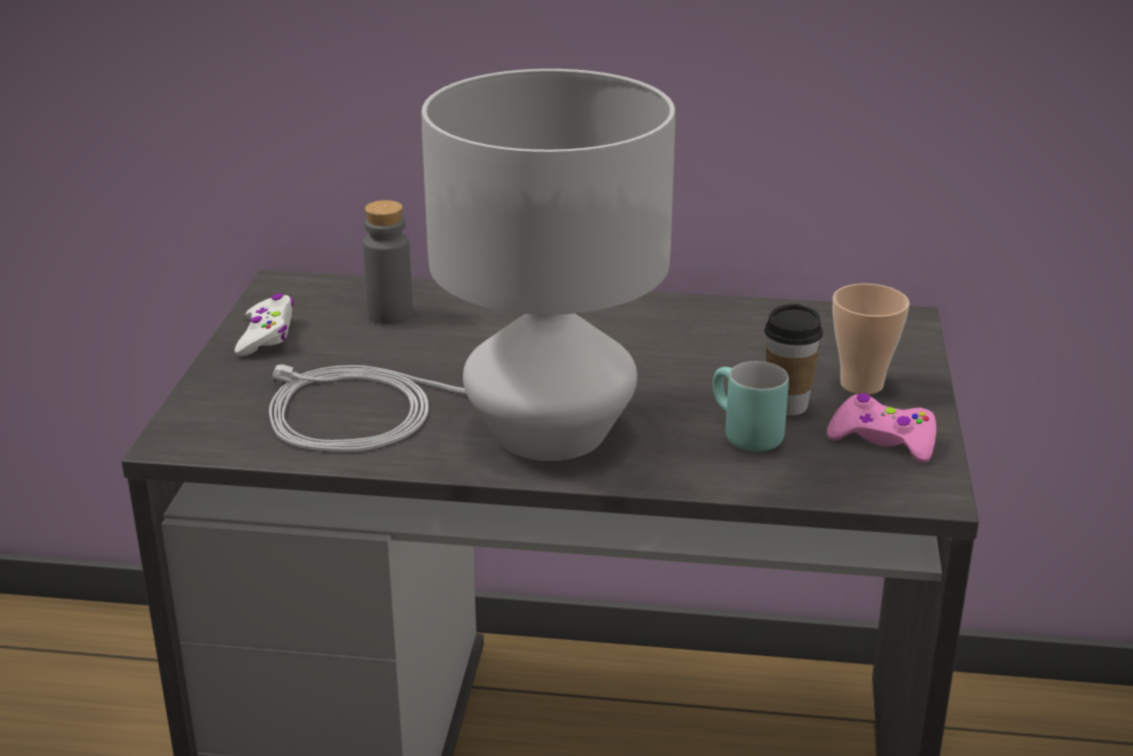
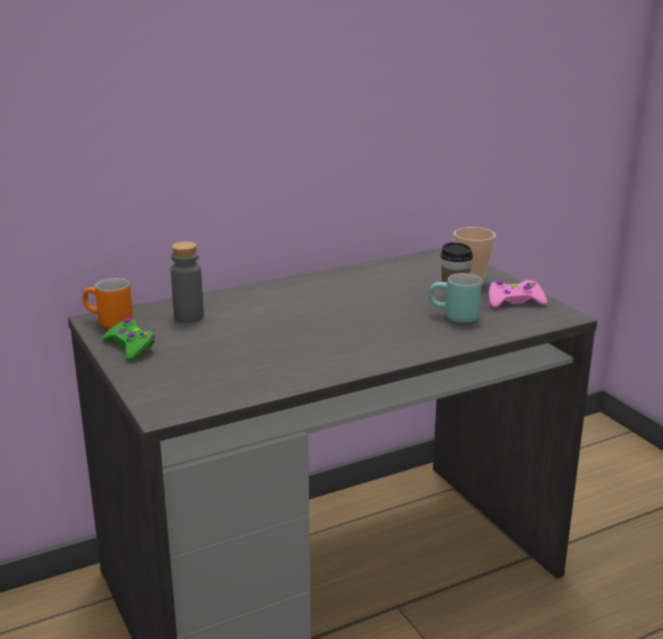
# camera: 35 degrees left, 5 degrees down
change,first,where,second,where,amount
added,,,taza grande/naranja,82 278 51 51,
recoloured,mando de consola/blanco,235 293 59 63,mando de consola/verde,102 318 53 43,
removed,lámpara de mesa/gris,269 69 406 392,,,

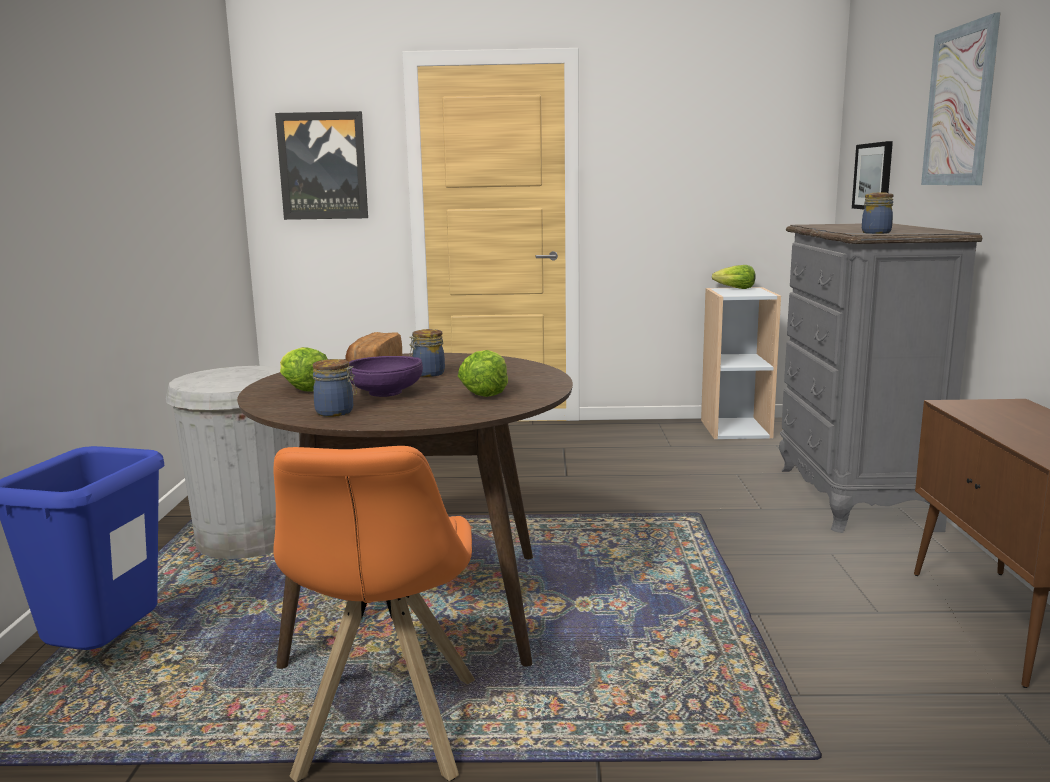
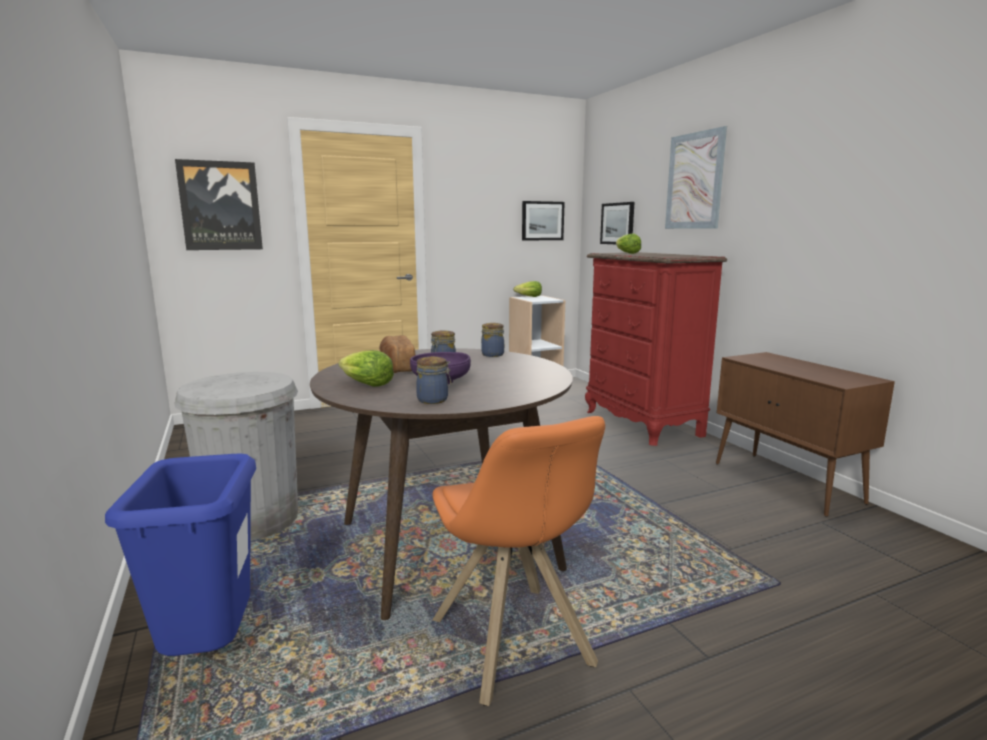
# camera: 25 degrees left, 0 degrees up
change,first,where,second,where,amount
moved,tarro,862 193 32 41,,481 323 23 34,
added,,,cuadro,522 201 43 39,
recoloured,cómoda/gris,779 223 203 310,cómoda/rojo,585 252 142 194,
moved,lechuga,458 350 50 47,,616 234 25 20,

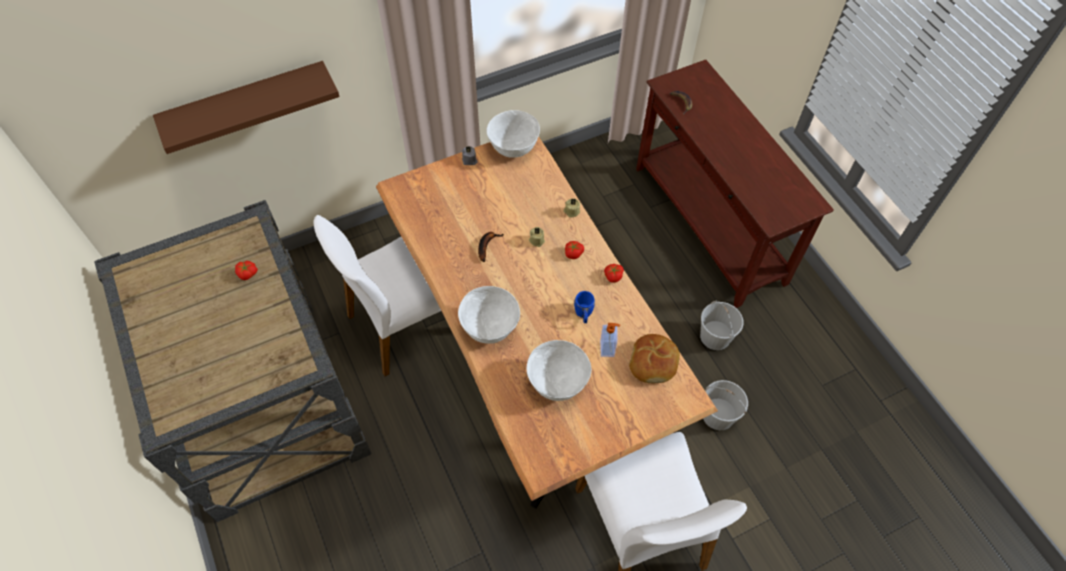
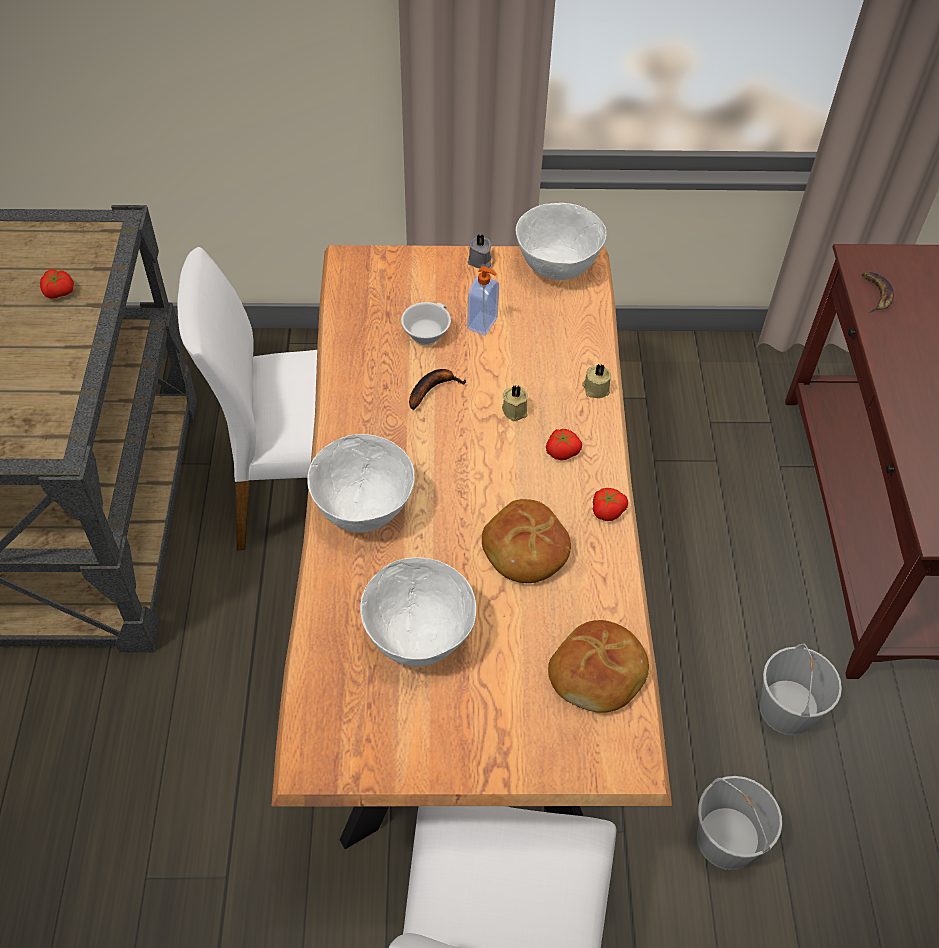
# camera: 25 degrees right, 5 degrees down
change,first,where,second,where,amount
added,,,taza/blanco,401 302 50 43,
moved,dispensador de jabón,600 323 20 34,,467 266 32 70,
replaced,taza grande/azul,574 291 21 32,pan,482 499 89 84,
removed,estante/marrón,153 61 187 93,,,

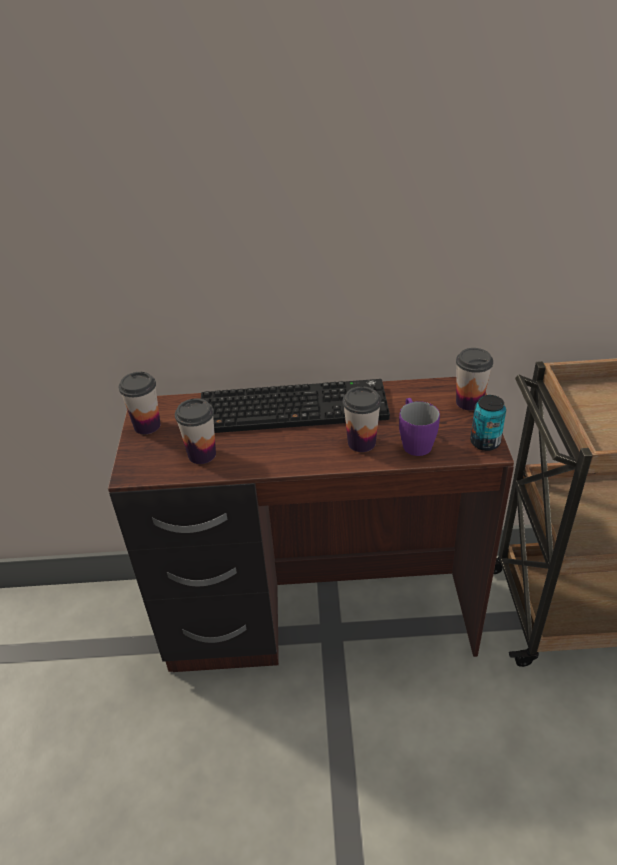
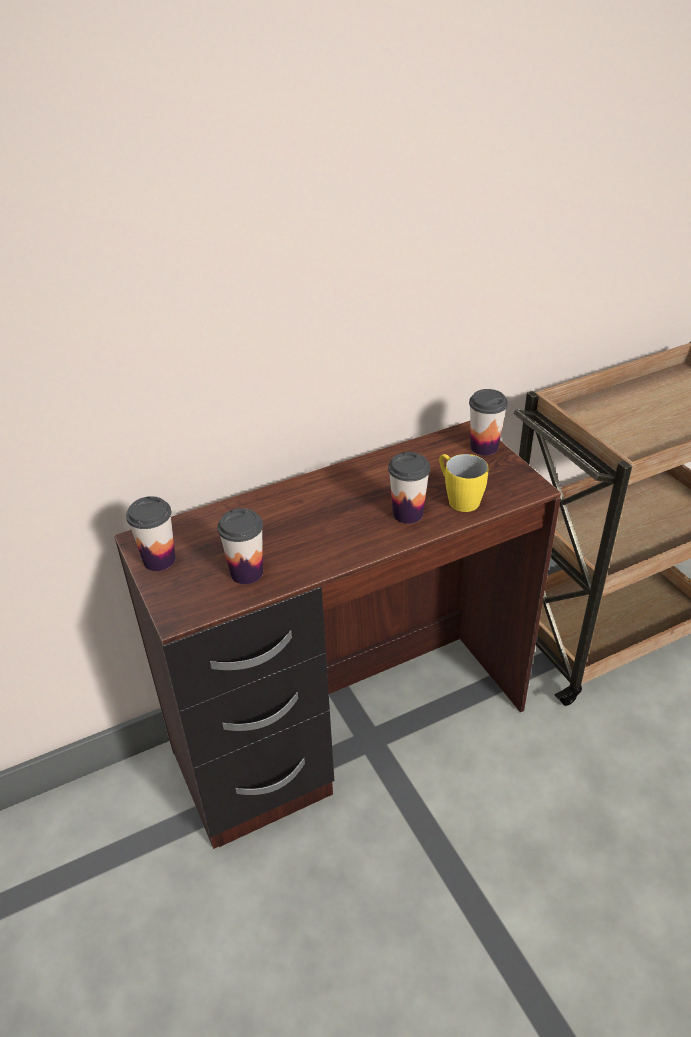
# camera: 25 degrees left, 0 degrees up
change,first,where,second,where,amount
recoloured,taza grande/morado,399 398 41 58,taza grande/amarillo,439 454 49 58,
removed,teclado,201 379 189 54,,,
removed,lata,470 395 36 56,,,

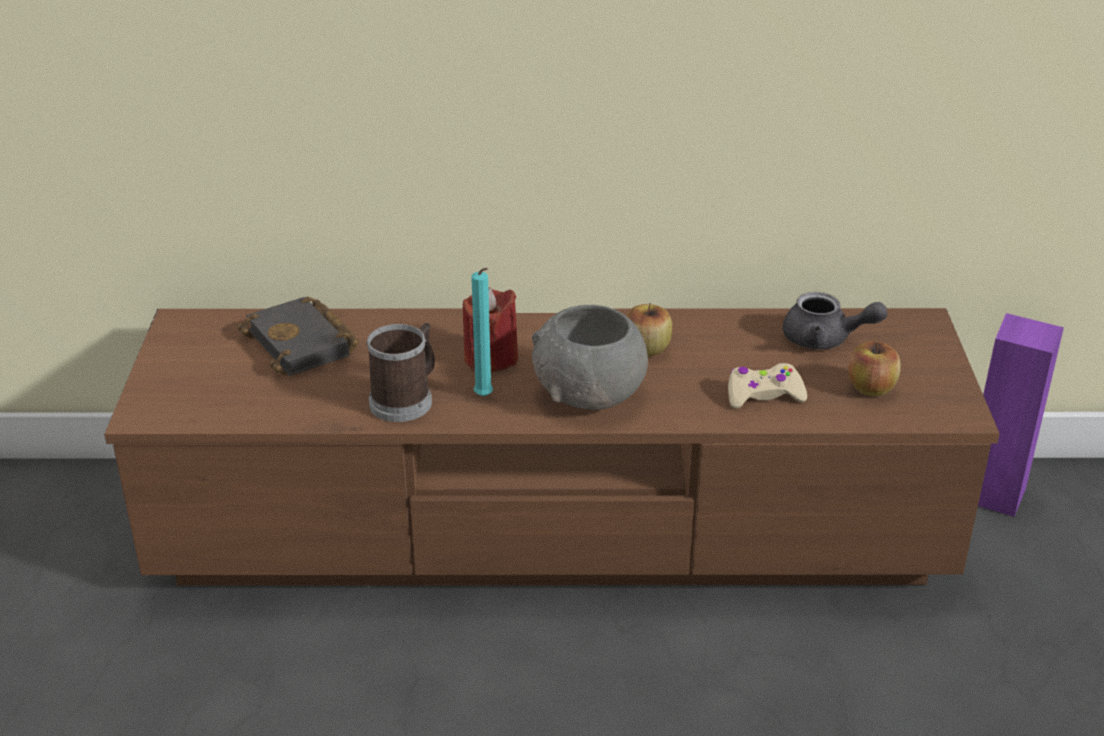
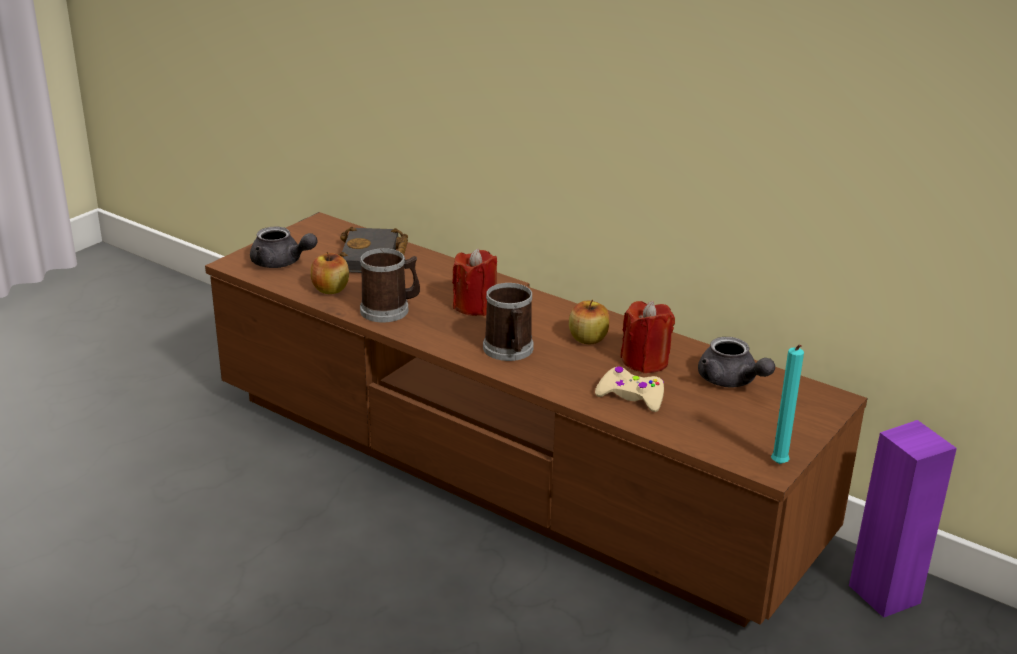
# camera: 35 degrees right, 5 degrees down
change,first,where,second,where,amount
added,,,tetera/gris,250 227 68 41,
moved,manzana,849 341 52 55,,311 252 38 42,
replaced,cuenco/gris,532 305 116 105,taza grande,483 283 51 78,
added,,,vela/rojo,620 301 55 72,
moved,vela/turquesa,471 268 22 128,,771 345 33 119,

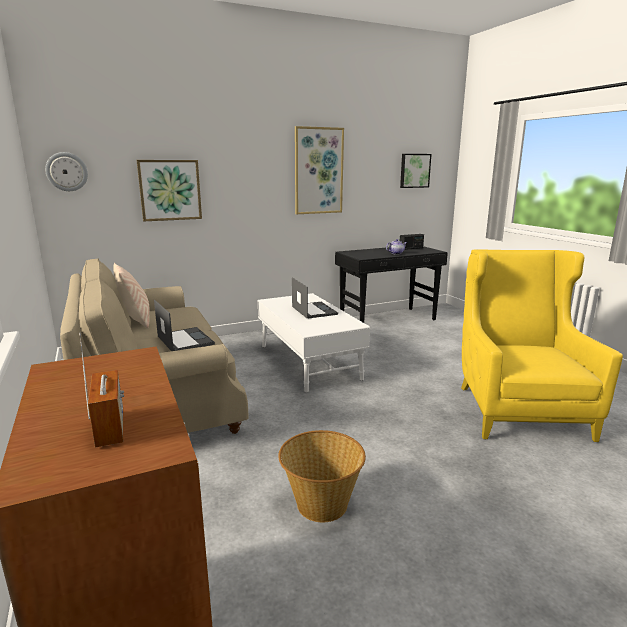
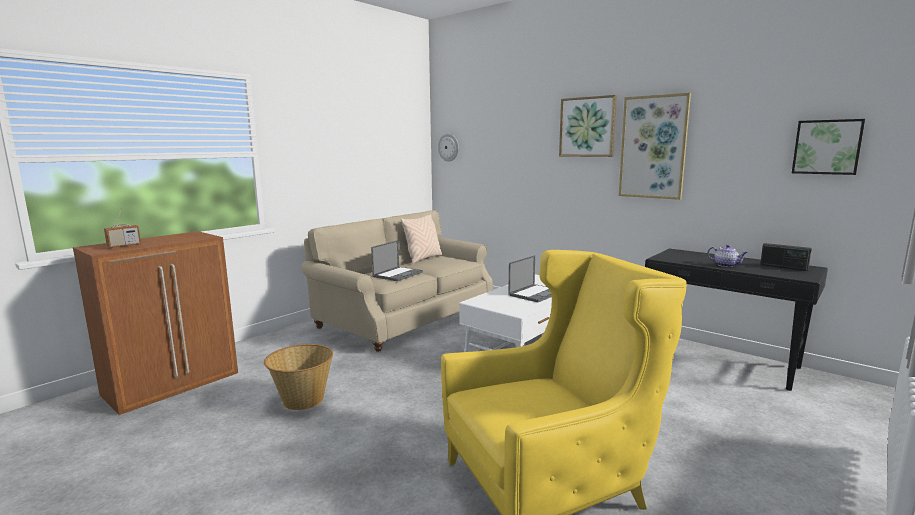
# camera: 65 degrees right, 5 degrees down
change,first,where,second,where,amount
moved,cuadro,136 160 66 61,,559 95 58 62,

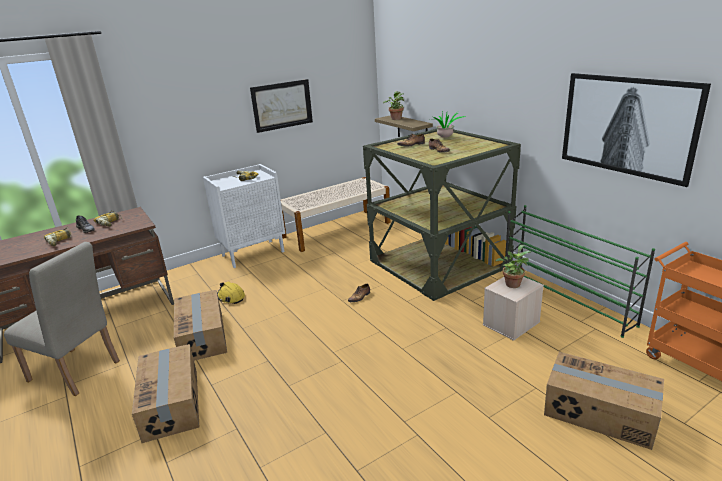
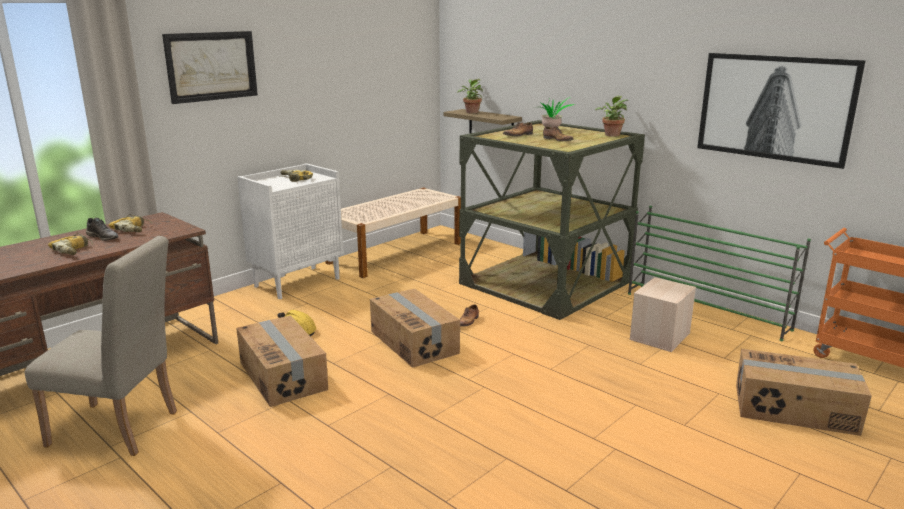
# camera: 15 degrees left, 5 degrees down
change,first,where,second,where,amount
moved,cuadro,250 79 63 54,,162 31 96 73,
moved,caja de cartón,132 344 67 99,,370 289 90 79,
moved,planta en maceta,495 245 36 43,,595 96 33 41,

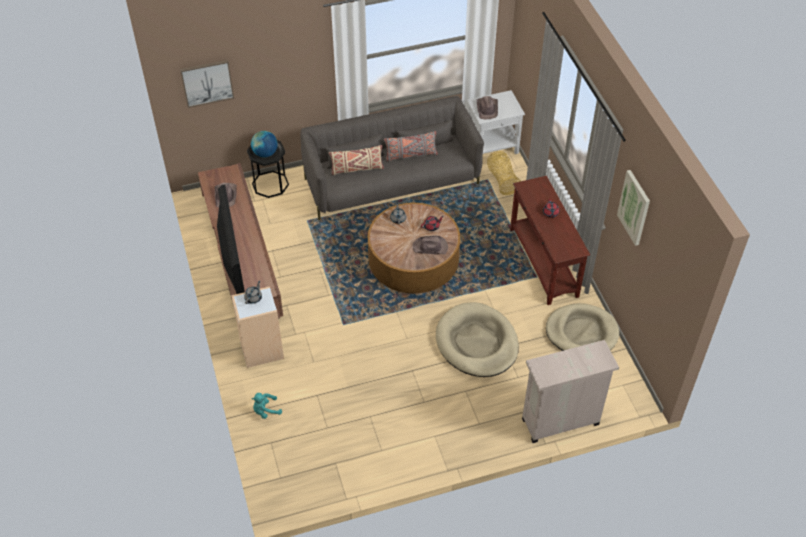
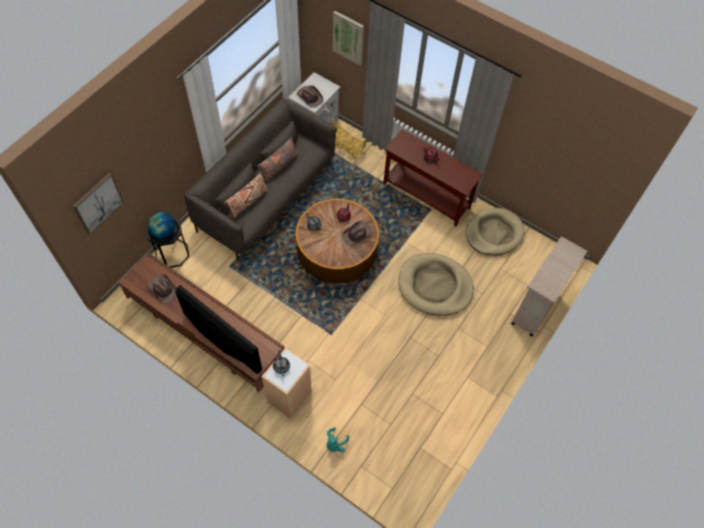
# camera: 40 degrees left, 10 degrees up
change,first,where,second,where,amount
moved,cuadro,617 170 33 76,,333 11 31 55,

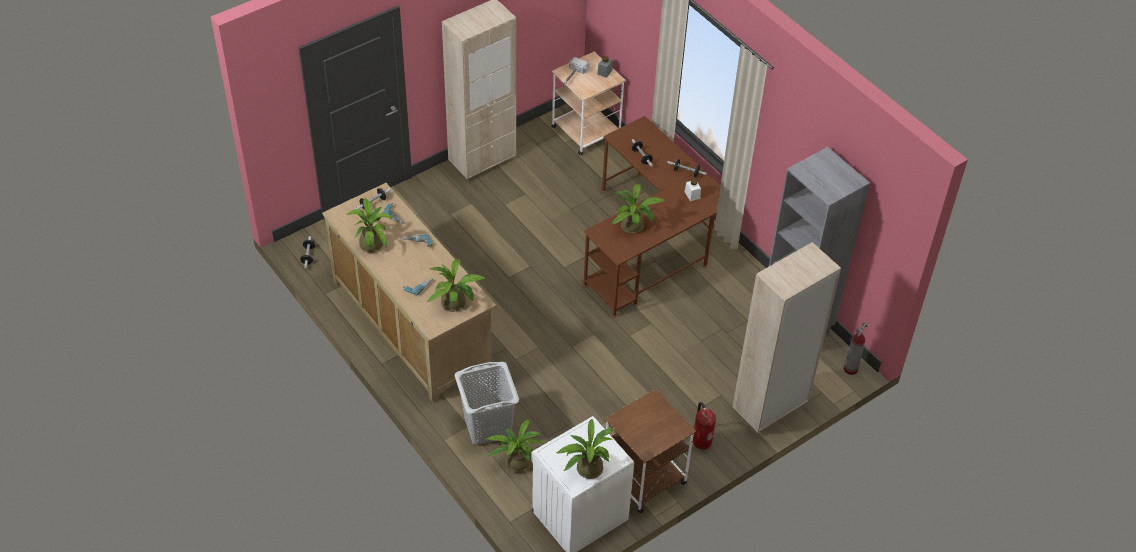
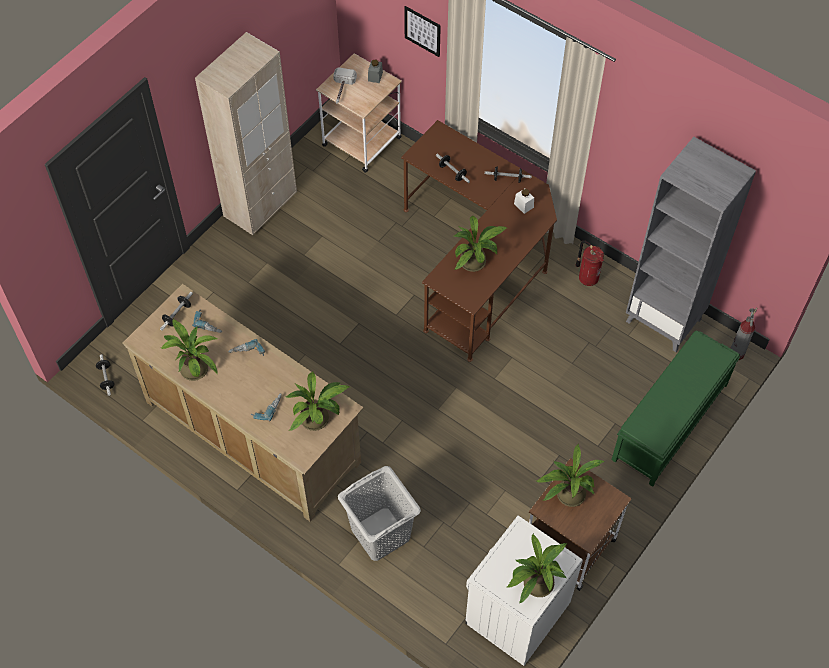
# camera: 15 degrees left, 10 degrees up
change,first,where,second,where,amount
added,,,cuadro,404 6 37 51,
moved,planta en maceta,486 419 59 54,,537 444 67 63,
moved,extintor,693 402 23 47,,575 240 29 46,
replaced,armario/beis,732 242 109 191,banco/verde,611 330 129 157,

